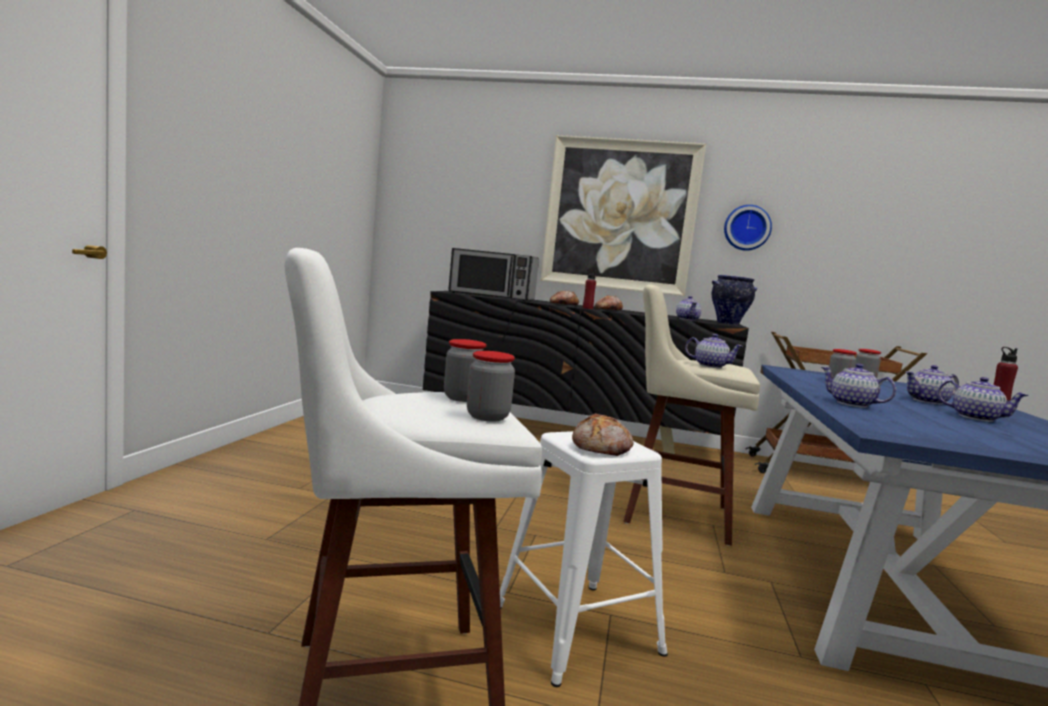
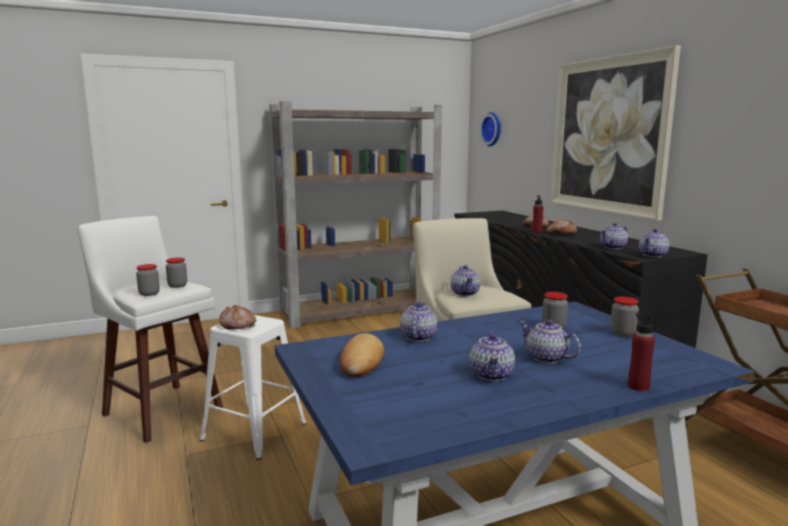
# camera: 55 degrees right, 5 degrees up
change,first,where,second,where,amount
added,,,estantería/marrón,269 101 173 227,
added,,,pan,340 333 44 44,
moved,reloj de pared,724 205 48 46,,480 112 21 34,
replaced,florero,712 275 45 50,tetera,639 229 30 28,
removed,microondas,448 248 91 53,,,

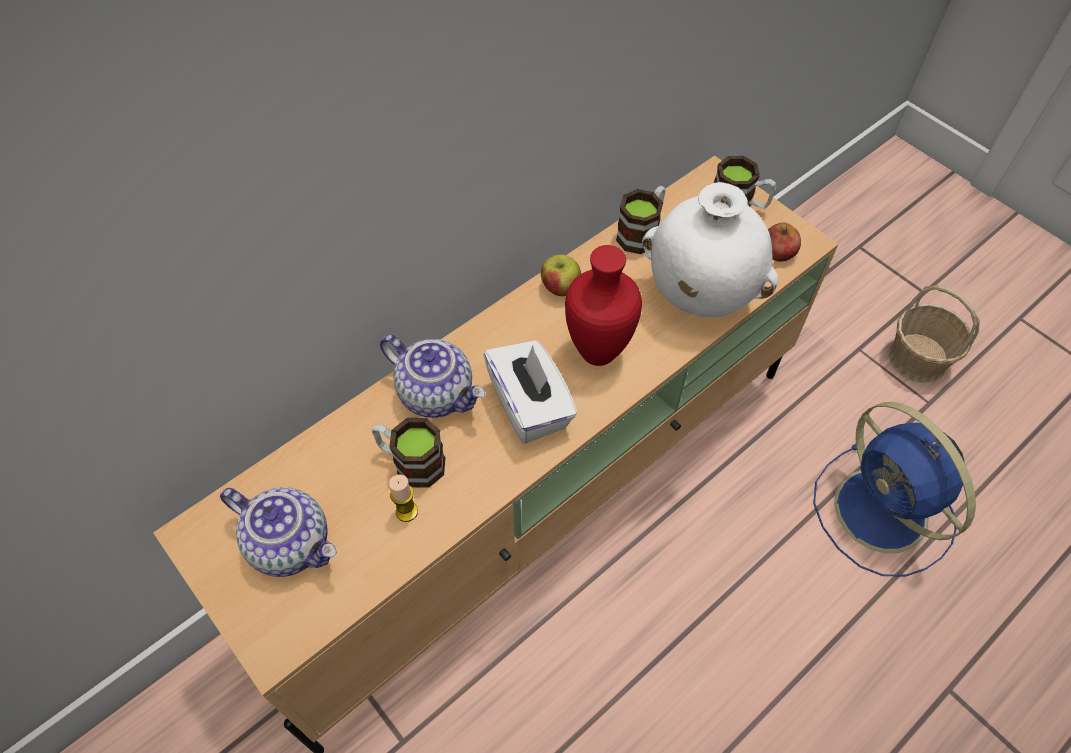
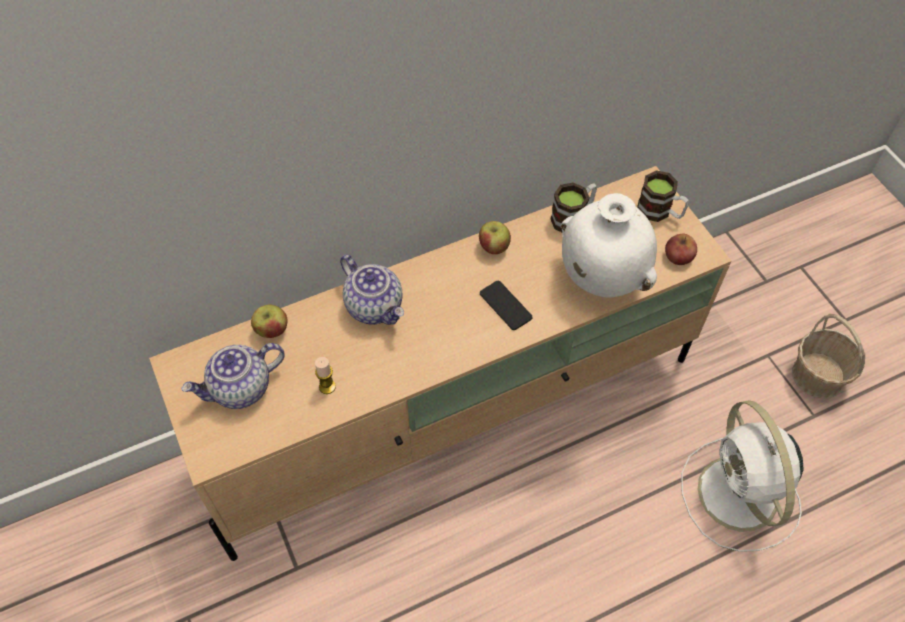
# camera: 15 degrees right, 0 degrees up
change,first,where,second,where,amount
turned,tetera,220 487 117 90,,181 343 104 66,105 degrees clockwise
added,,,manzana,251 304 36 34,
replaced,florero/rojo,565 245 77 121,móvil,480 281 53 49,
recoloured,ventilador/azul,813 402 163 174,ventilador/blanco,681 400 123 152,
removed,taza grande,372 418 73 70,,,
removed,caja de pañuelos/blanco,483 340 94 104,,,

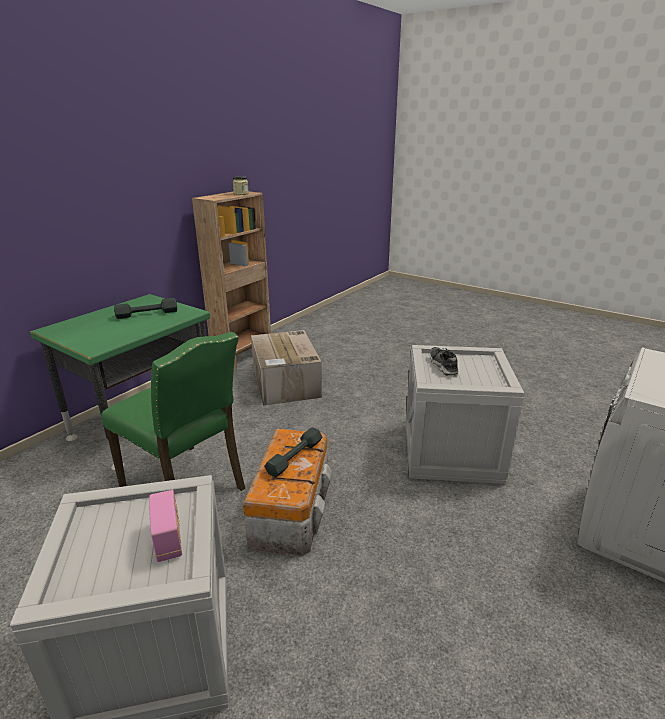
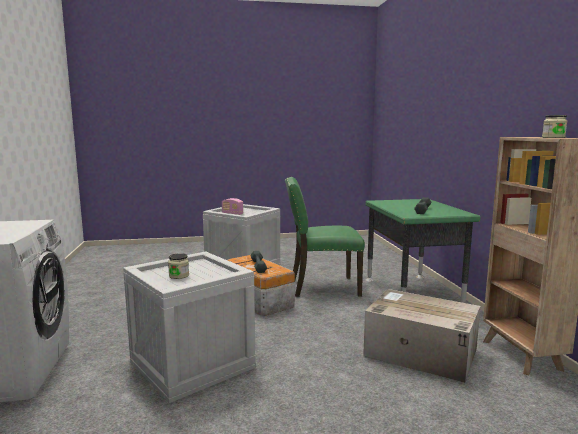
# camera: 135 degrees right, 15 degrees down
change,first,where,second,where,amount
added,,,tarro,168 253 21 26,
removed,zapato,429 347 30 30,,,

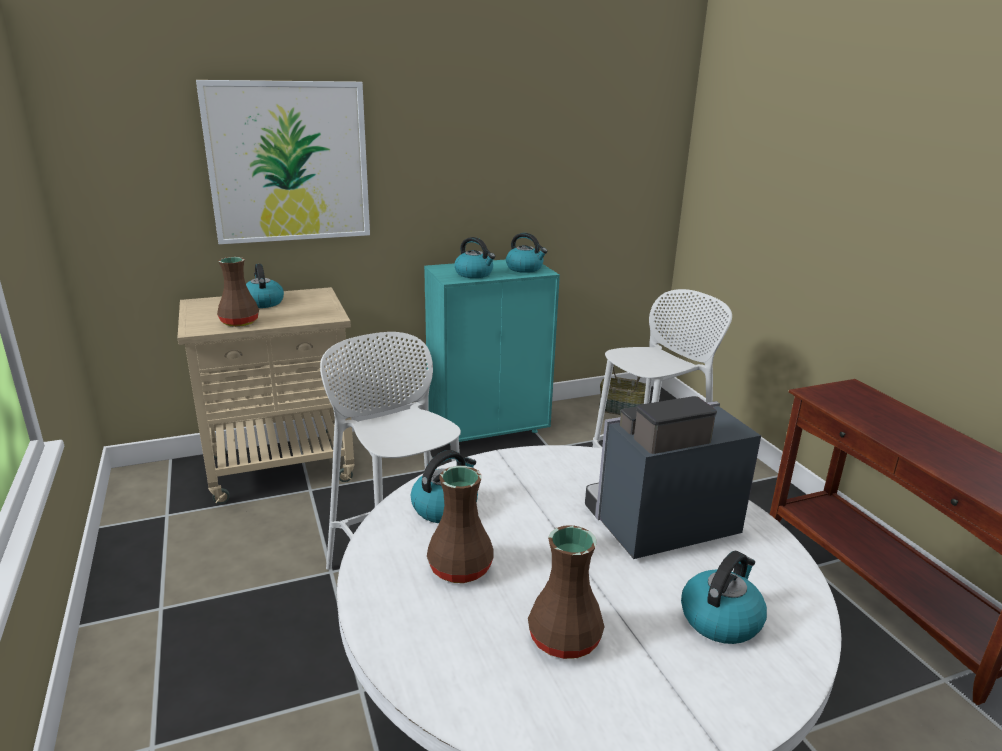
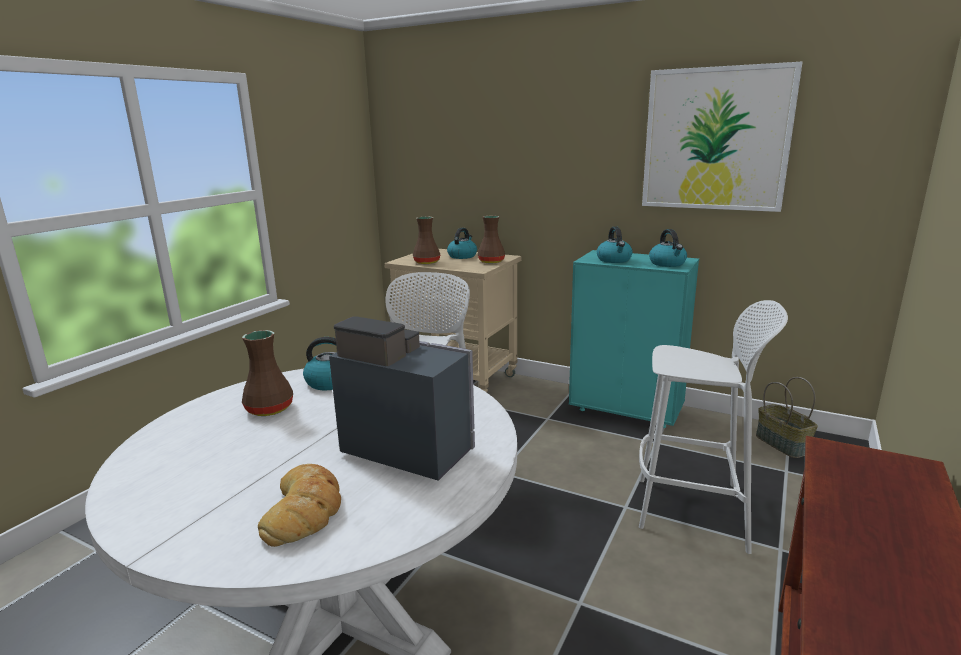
# camera: 50 degrees right, 5 degrees down
change,first,where,second,where,amount
replaced,hervidor,681 551 86 93,pan,258 464 83 83,
moved,florero/marrón,528 525 77 134,,478 216 27 47,
moved,cuadro,196 80 174 164,,642 62 161 150,

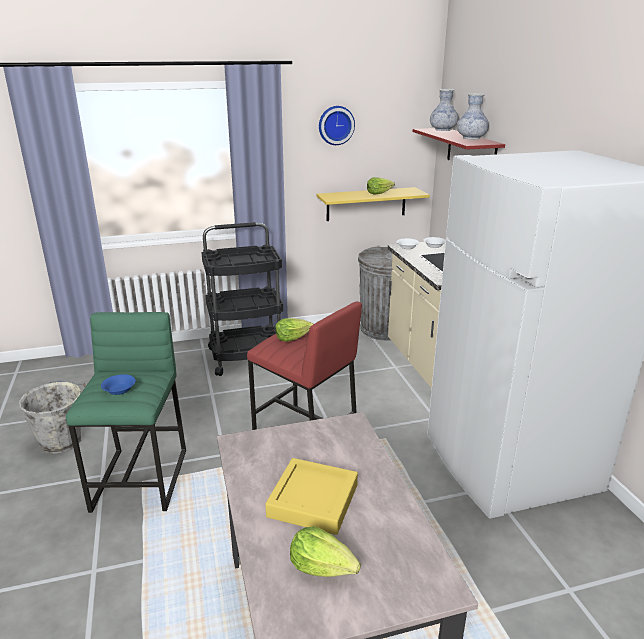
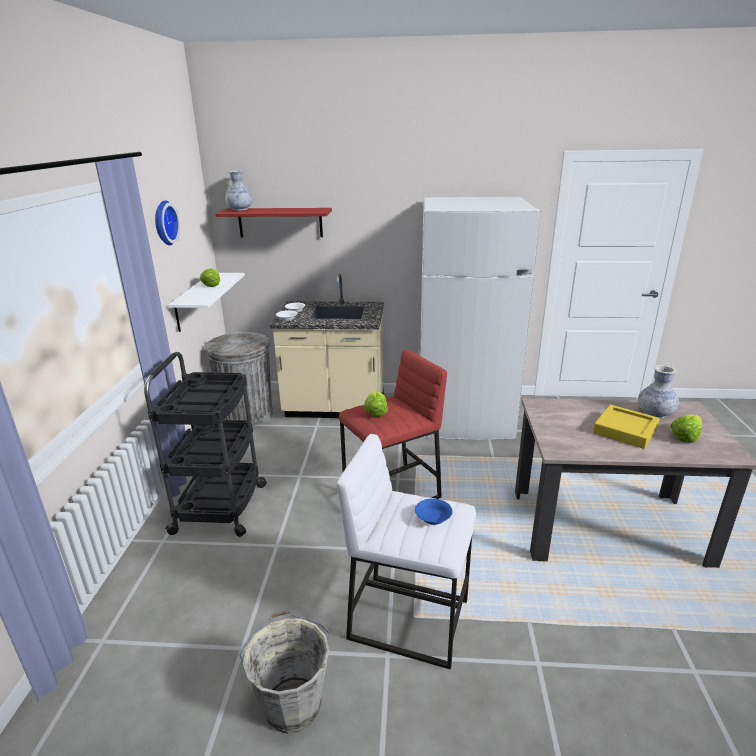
# camera: 70 degrees left, 0 degrees up
change,first,where,second,where,amount
recoloured,estante/amarillo,316 187 114 34,estante/blanco,168 273 77 59,
recoloured,taburete/verde,66 312 120 201,taburete/blanco,337 434 139 236,
moved,florero,457 93 32 46,,638 365 41 53,

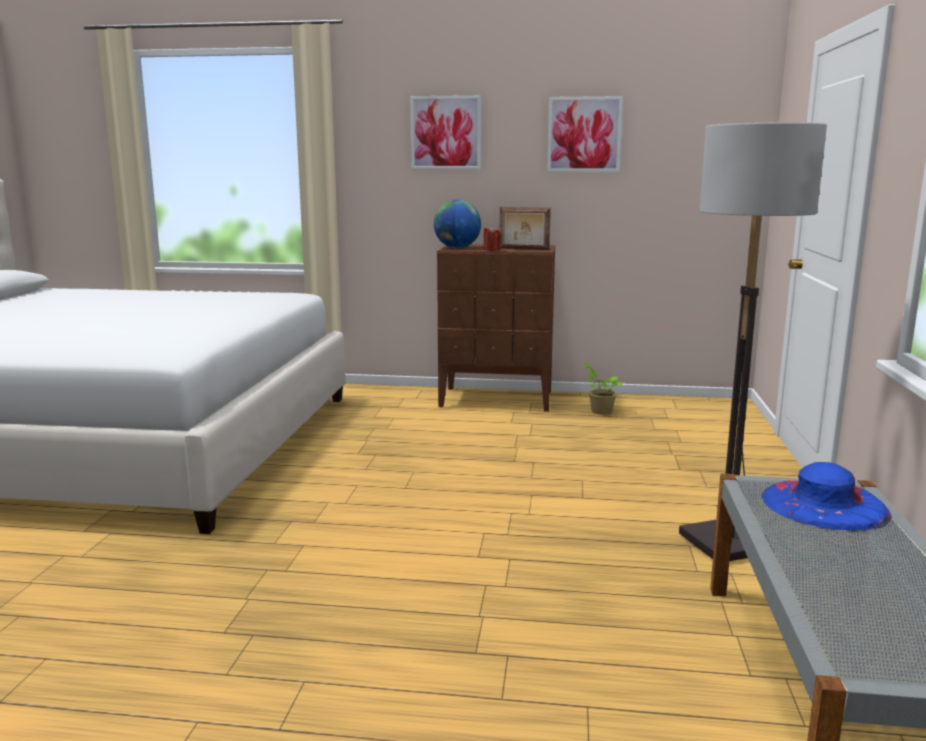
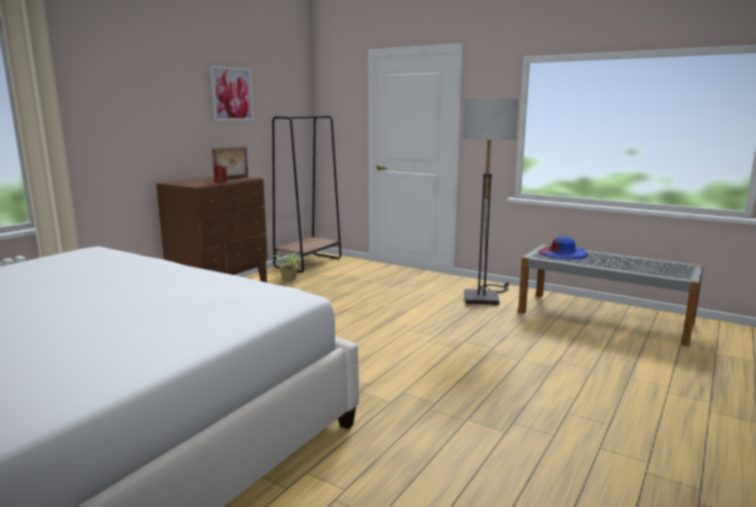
# camera: 65 degrees left, 0 degrees up
change,first,where,second,where,amount
added,,,perchero,272 116 69 157,
removed,cuadro,410 95 71 74,,,
removed,globo terráqueo,434 200 47 48,,,

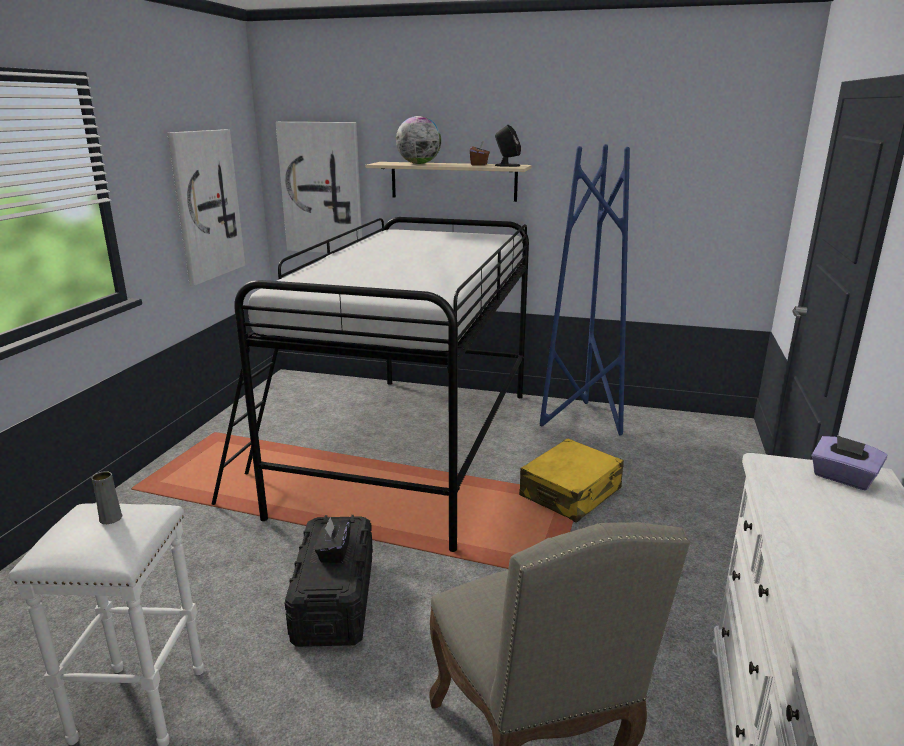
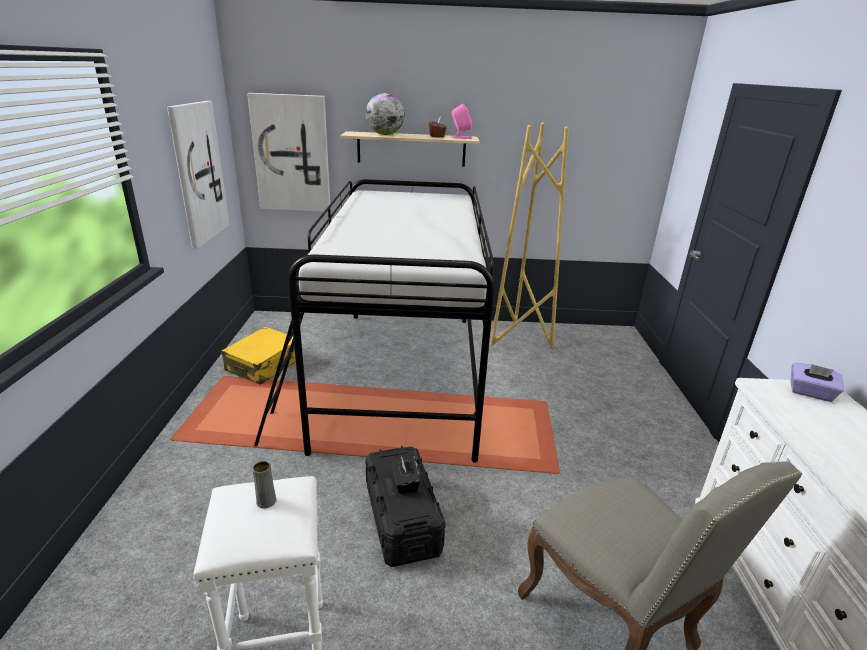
# camera: 15 degrees left, 5 degrees up
change,first,where,second,where,amount
moved,maleta/amarillo,519 438 105 85,,221 327 75 58,
recoloured,altavoz/negro,495 125 26 42,altavoz/rosa,451 104 21 35,
recoloured,perchero/azul,539 144 91 291,perchero/amarillo,490 122 79 226,

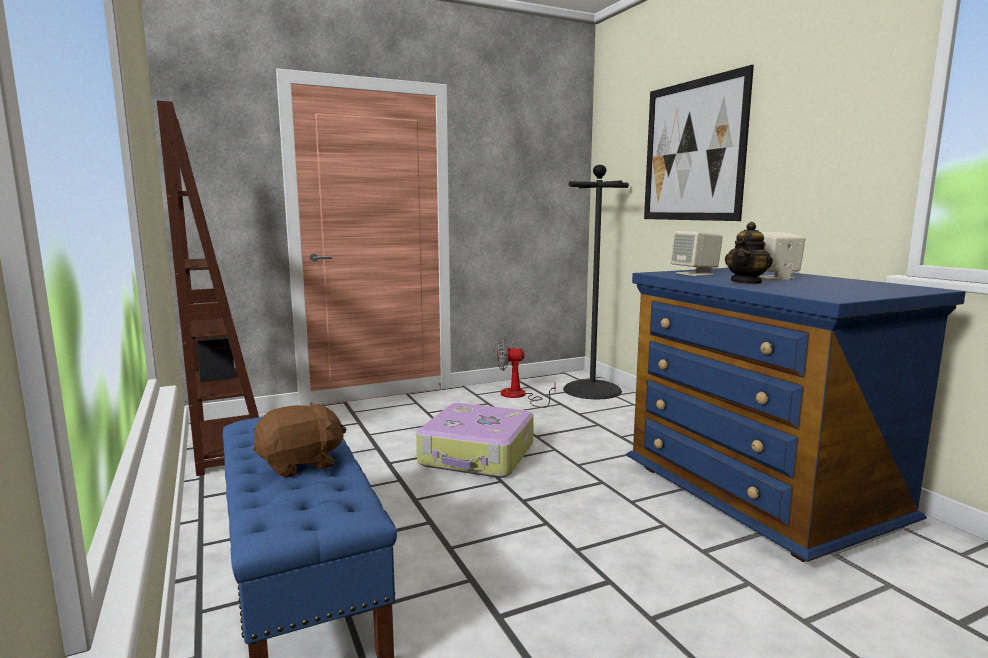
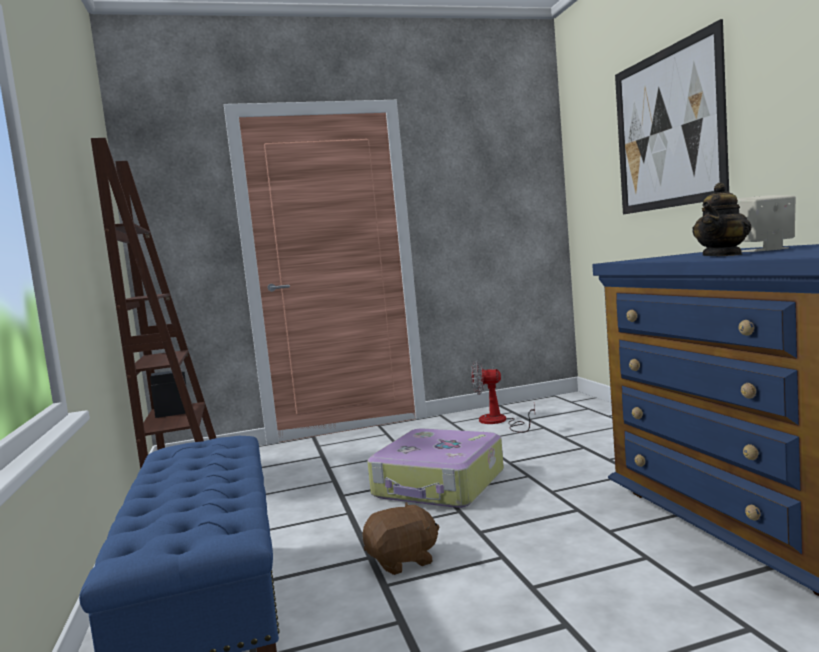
# camera: 10 degrees right, 5 degrees down
change,first,where,second,where,amount
moved,peluche/marrón,253 402 94 76,,362 502 77 73,
removed,perchero/negro,563 165 66 234,,,
removed,altavoz/beis,671 231 52 45,,,

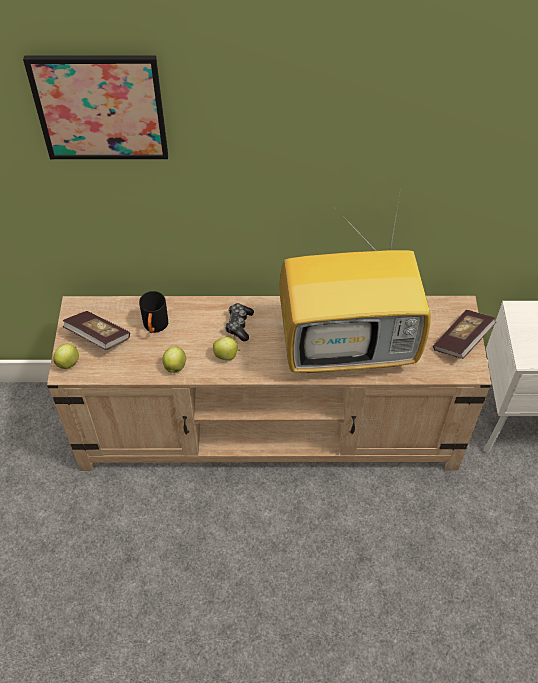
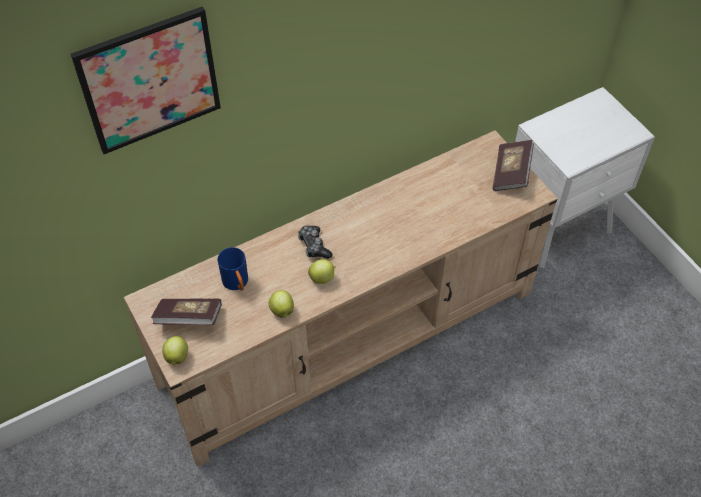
# camera: 30 degrees left, 0 degrees up
change,first,where,second,where,amount
recoloured,taza grande/negro,139 291 29 42,taza grande/azul,217 247 31 43,
removed,televisor,280 188 151 185,,,

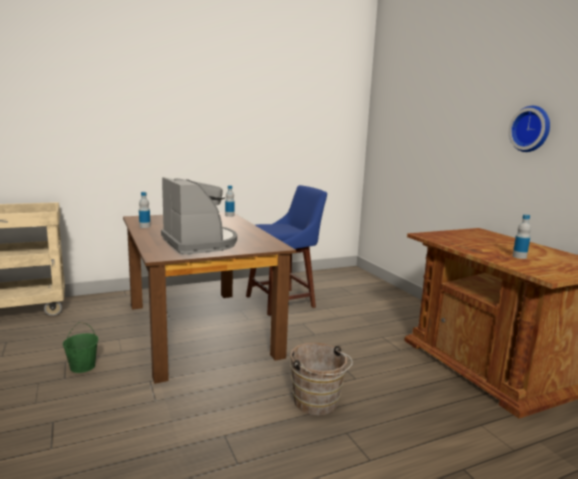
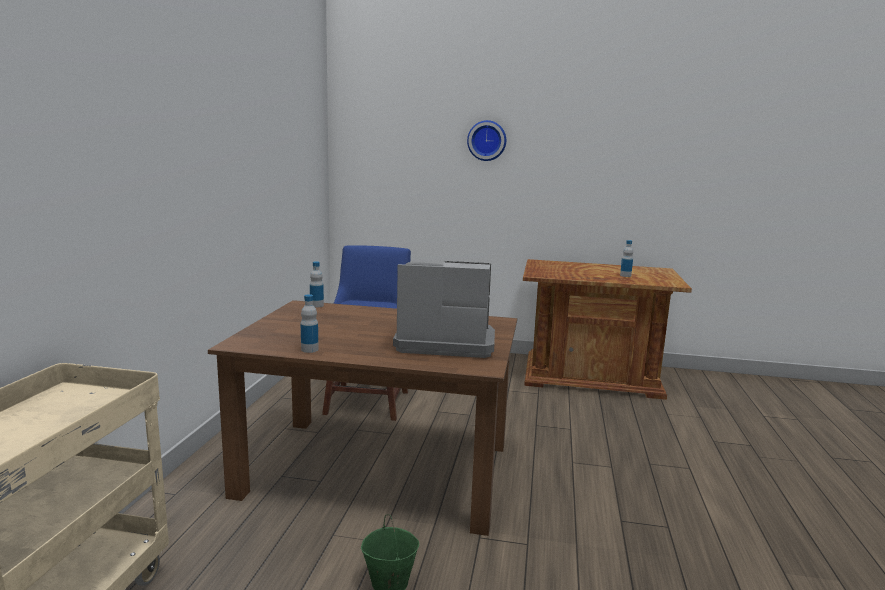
# camera: 55 degrees left, 0 degrees up
change,first,where,second,where,amount
moved,reloj de pared,508 106 42 46,,467 120 39 41,
removed,cubo/marrón,290 343 63 72,,,

